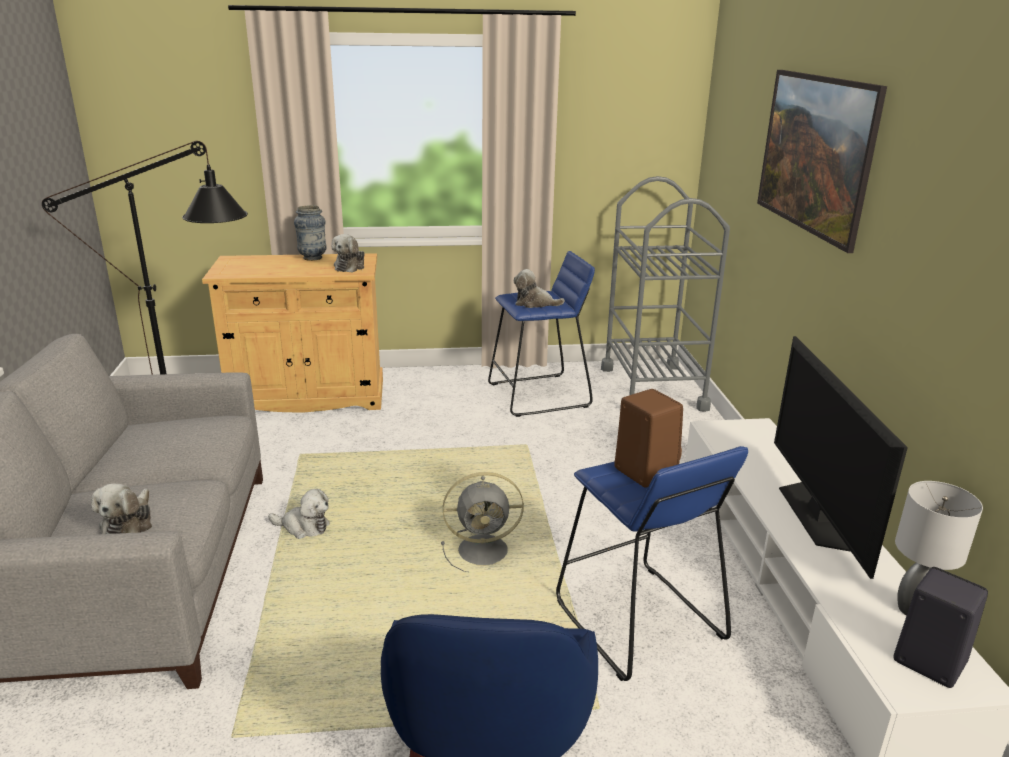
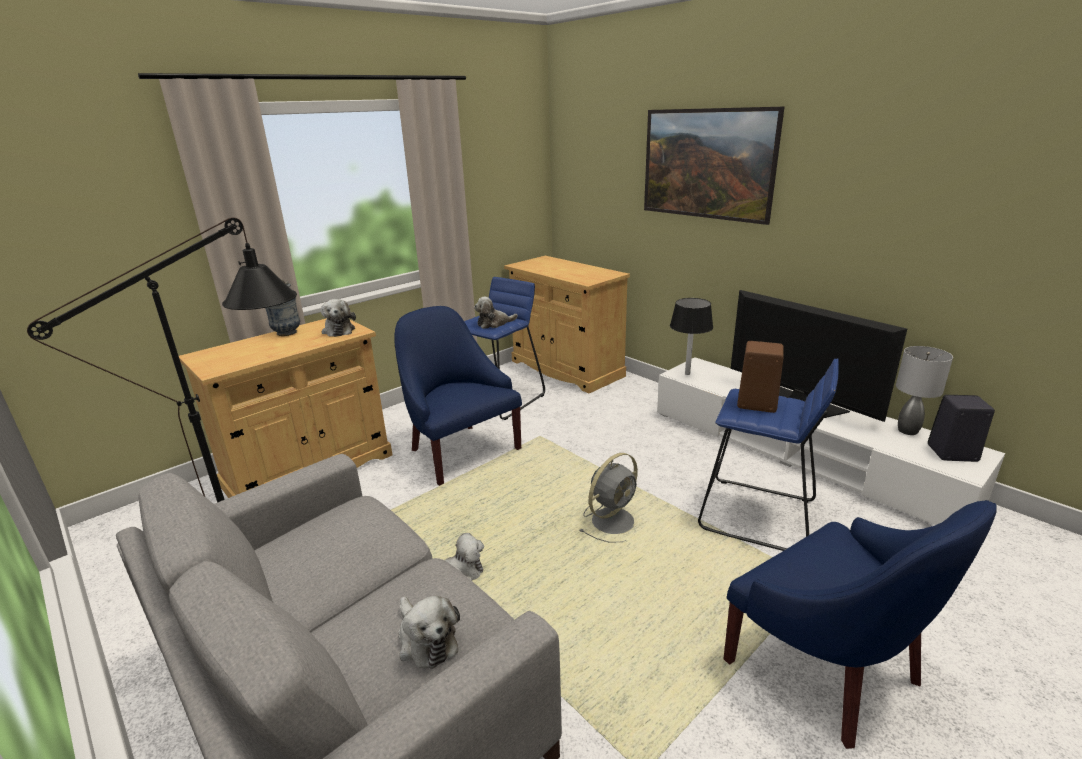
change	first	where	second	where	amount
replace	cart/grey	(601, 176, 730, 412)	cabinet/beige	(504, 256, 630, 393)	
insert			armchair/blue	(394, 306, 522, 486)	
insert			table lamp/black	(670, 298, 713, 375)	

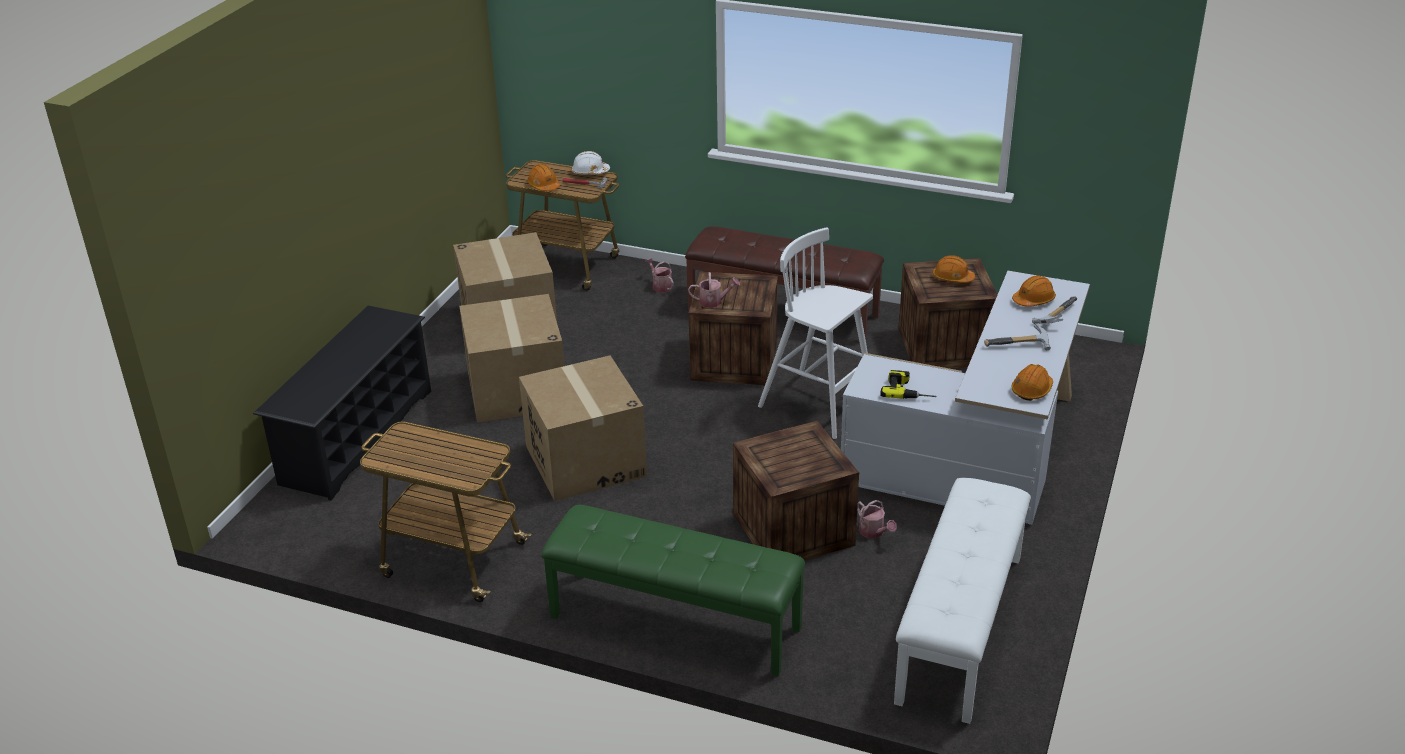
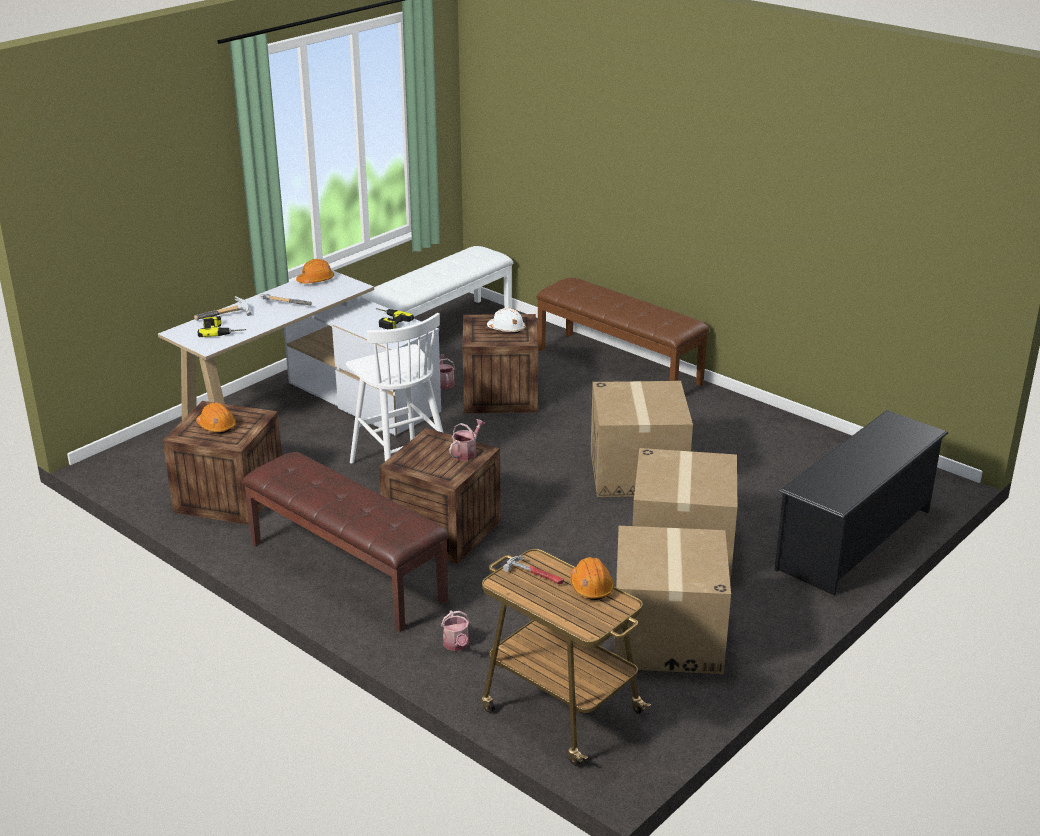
change	first	where	second	where	amount
delete	cart	(360, 421, 532, 602)			
recolor	bench/green	(541, 505, 805, 677)	bench/brown	(536, 278, 710, 386)	
move	hard hat/white	(571, 151, 610, 175)		(487, 308, 525, 333)	
rotate	watering can	(688, 272, 740, 308)		(449, 419, 486, 461)	105 degrees clockwise
replace	hard hat/orange	(1012, 275, 1056, 307)	power drill	(198, 316, 247, 337)	

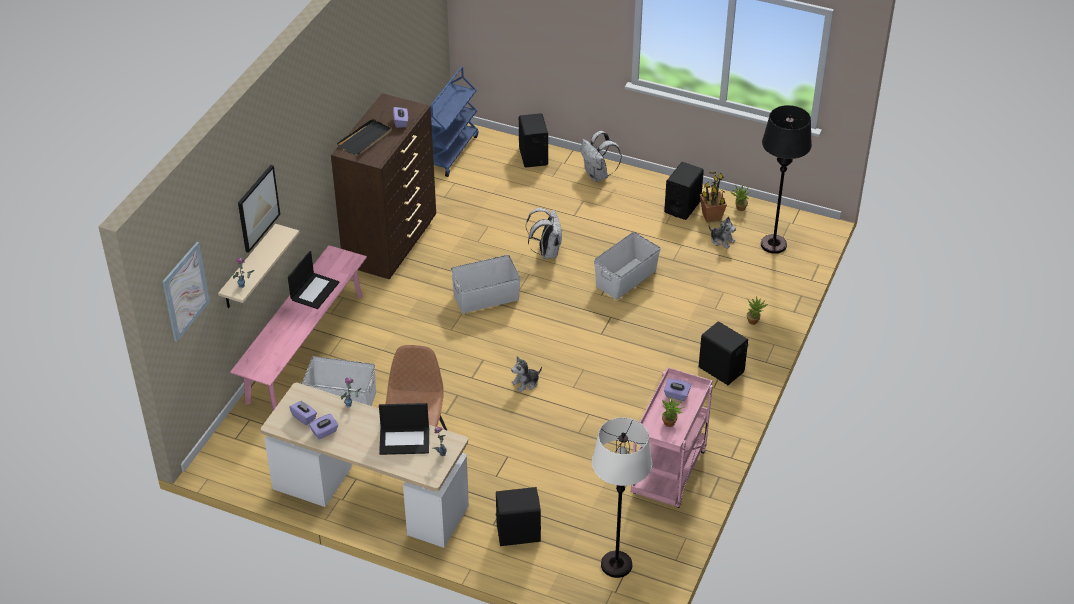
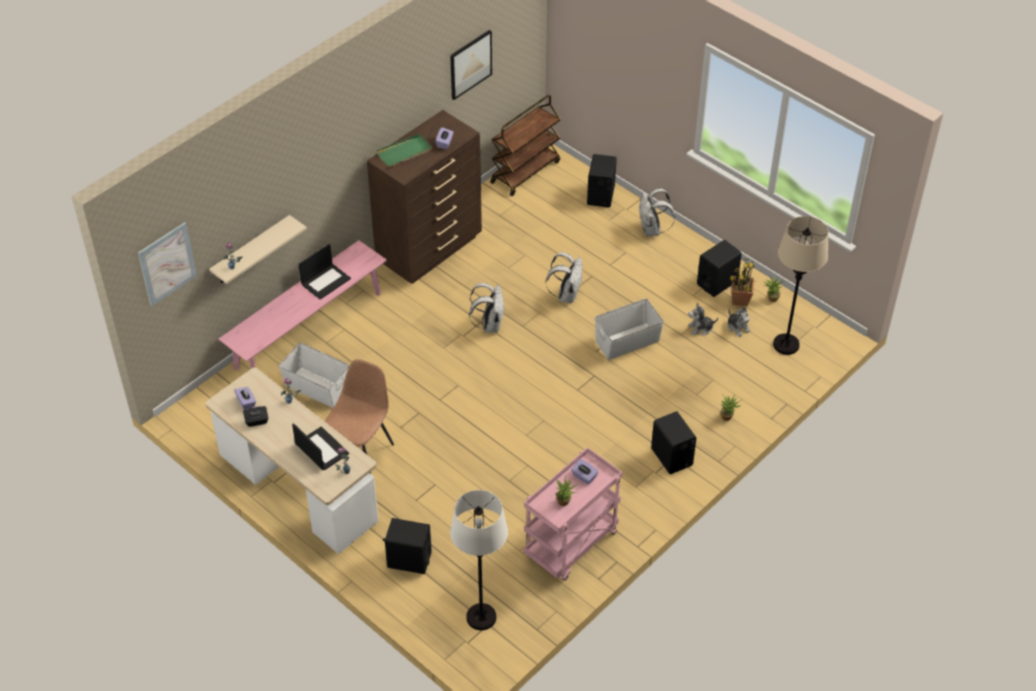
change	first	where	second	where	amount
move	picture	(238, 165, 280, 253)		(450, 30, 492, 100)	
recolor	tissue box/purple	(309, 414, 338, 439)	tissue box/black	(243, 406, 268, 427)	
recolor	tray/black	(337, 119, 392, 155)	tray/green	(376, 134, 432, 167)	
rotate	laptop	(379, 403, 429, 455)		(292, 423, 349, 471)	150 degrees counterclockwise
recolor	cart/blue	(431, 67, 478, 177)	cart/brown	(490, 95, 561, 196)	
replace	storage box/white	(451, 255, 520, 313)	backpack/white	(469, 283, 505, 333)	
move	plush toy	(511, 356, 542, 392)		(688, 302, 718, 336)	
recolor	floor lamp/black	(761, 105, 812, 254)	floor lamp/beige	(773, 216, 828, 355)	

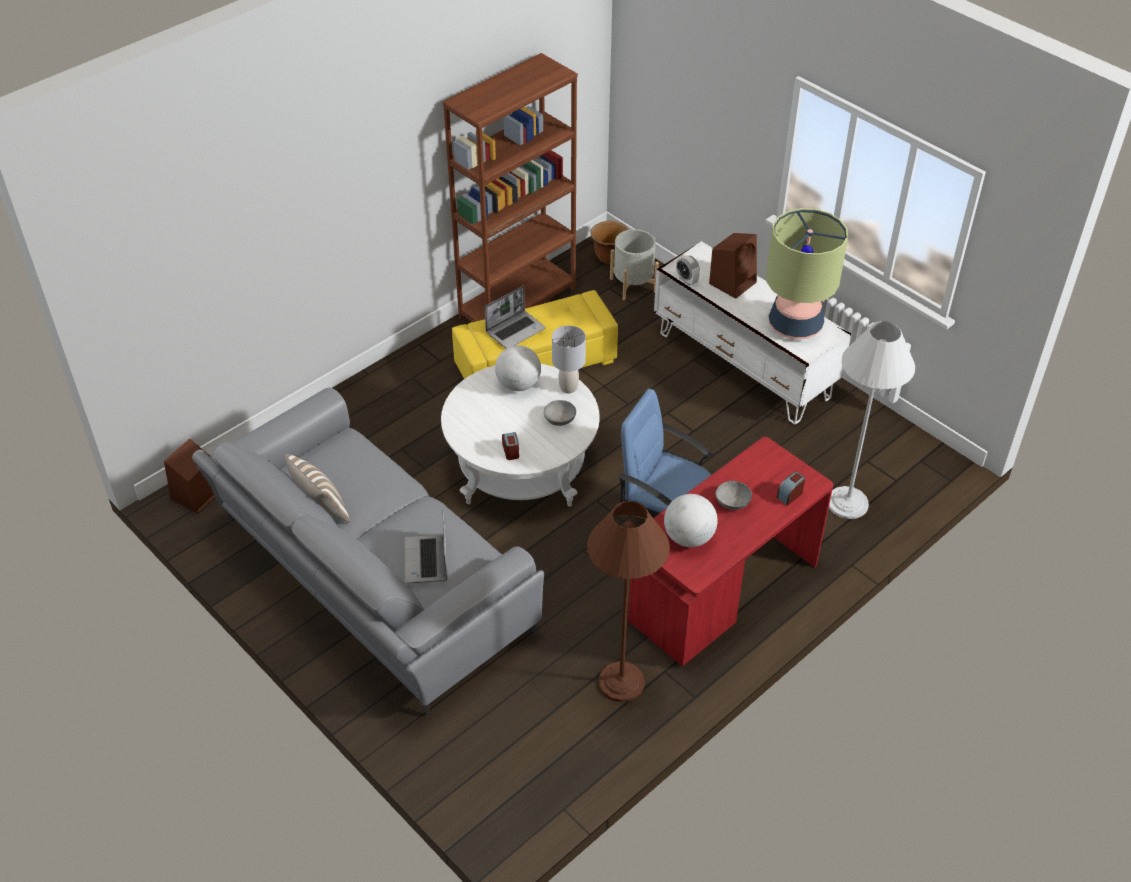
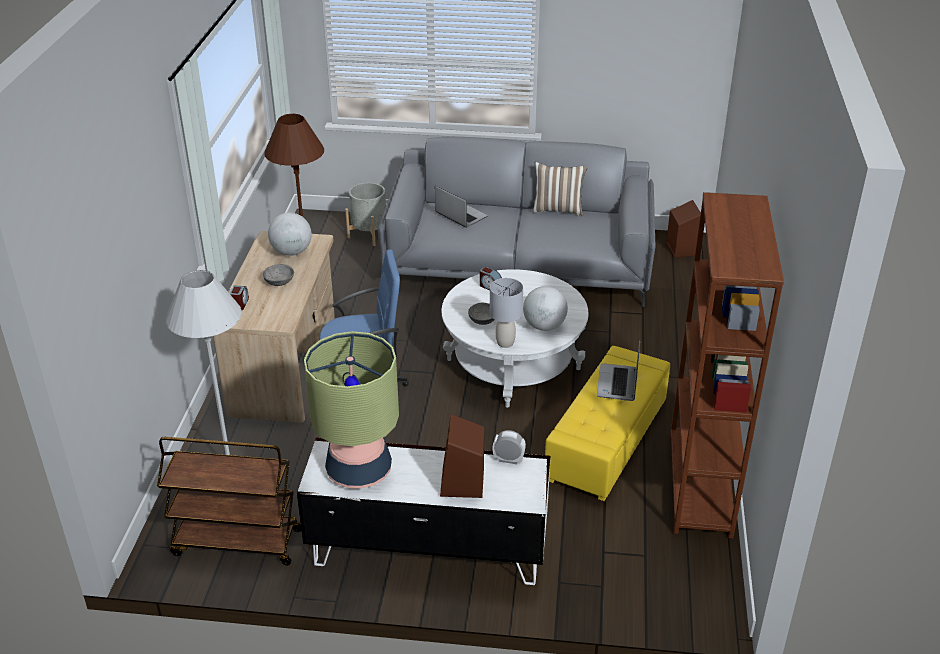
change	first	where	second	where	amount
delete	planter/brown	(590, 221, 629, 264)			
move	planter/grey	(610, 229, 659, 300)		(345, 182, 386, 246)	
recolor	desk/red	(628, 437, 834, 667)	desk/beige	(213, 231, 335, 423)	
insert			cart/brown	(157, 437, 301, 565)	

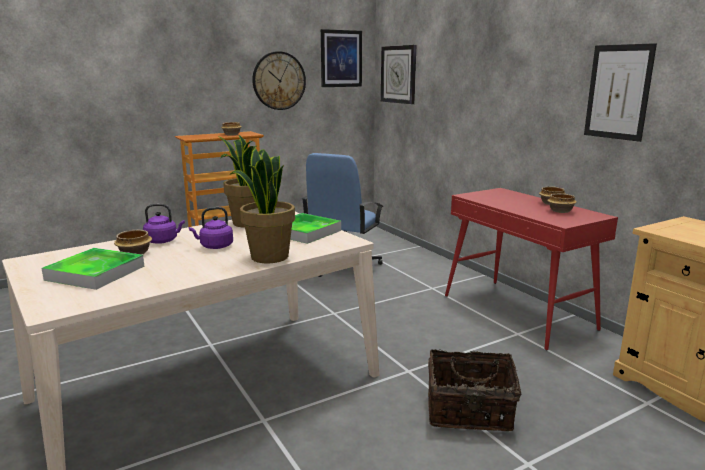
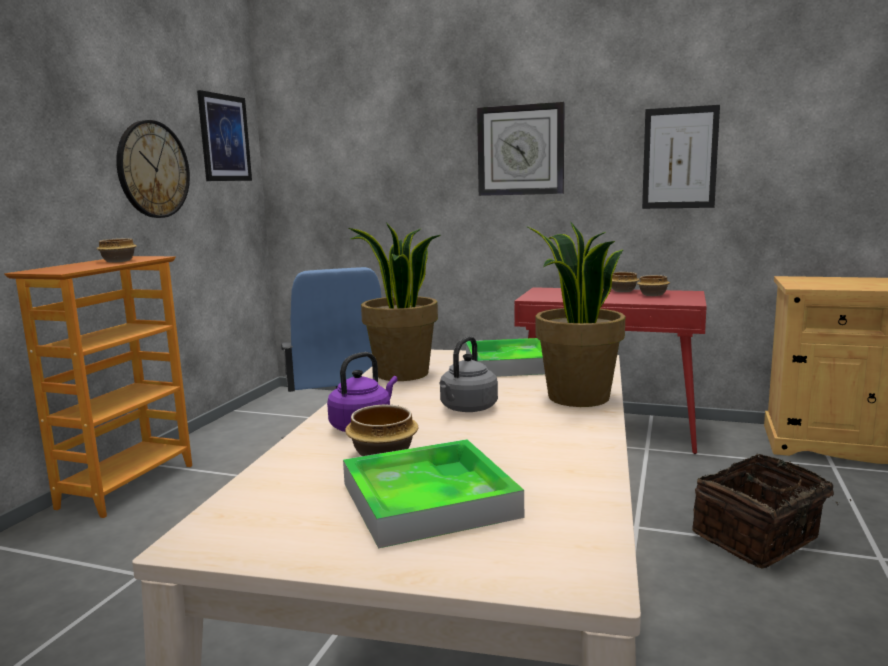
change	first	where	second	where	amount
recolor	kettle/purple	(189, 207, 233, 249)	kettle/grey	(440, 336, 498, 412)	
move	wall clock	(381, 45, 416, 104)		(477, 102, 565, 196)	

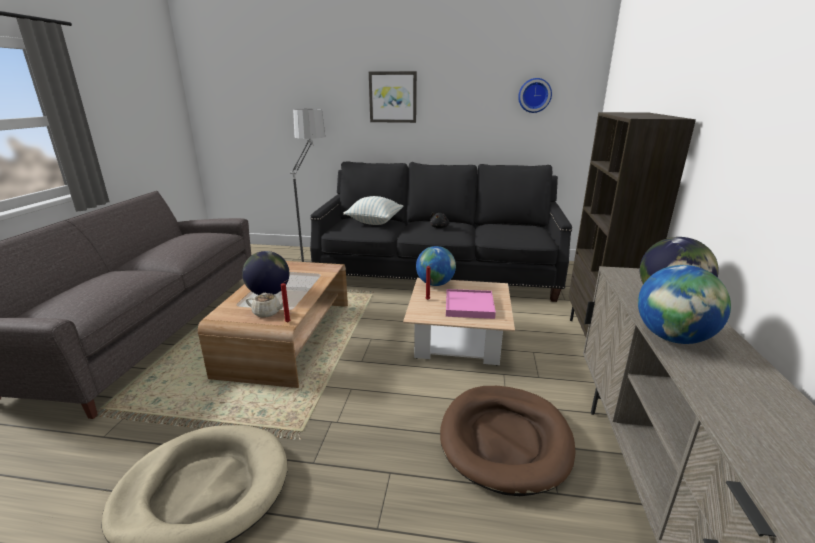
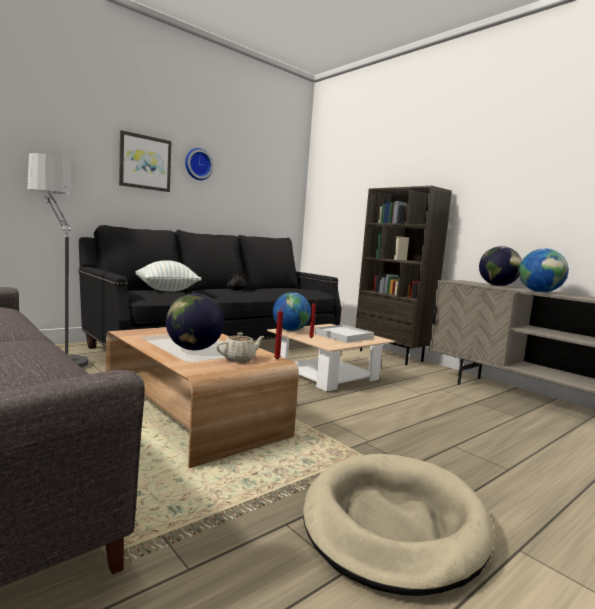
change	first	where	second	where	amount
delete	dog bed/brown	(440, 386, 575, 496)			
recolor	tray/pink	(446, 289, 496, 319)	tray/white	(315, 325, 374, 343)	
move	wall clock	(518, 78, 552, 113)		(185, 148, 213, 180)	

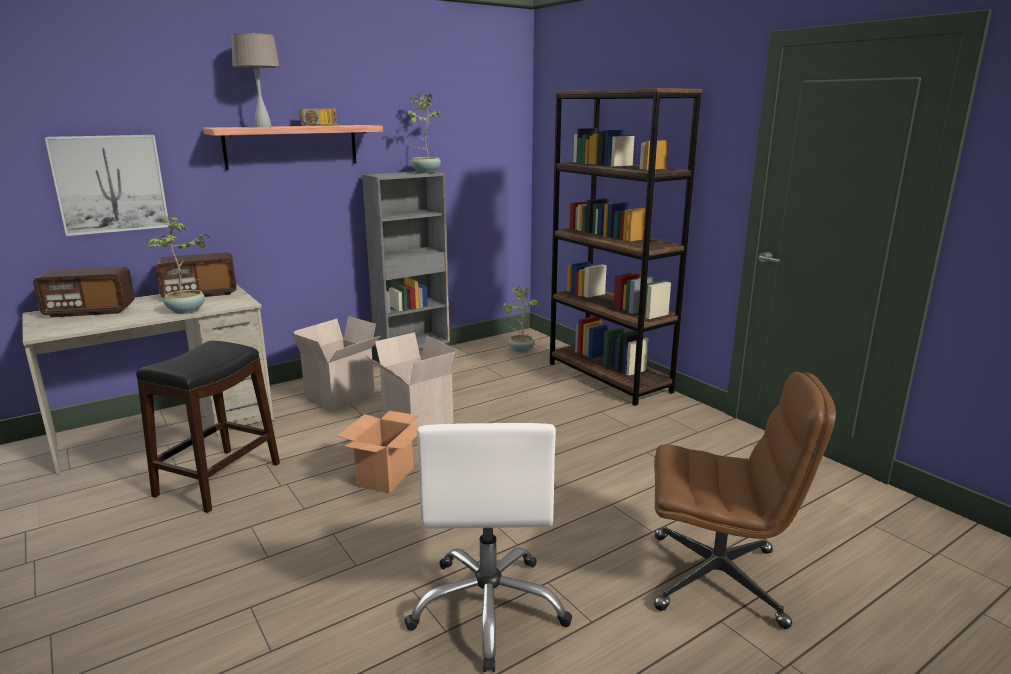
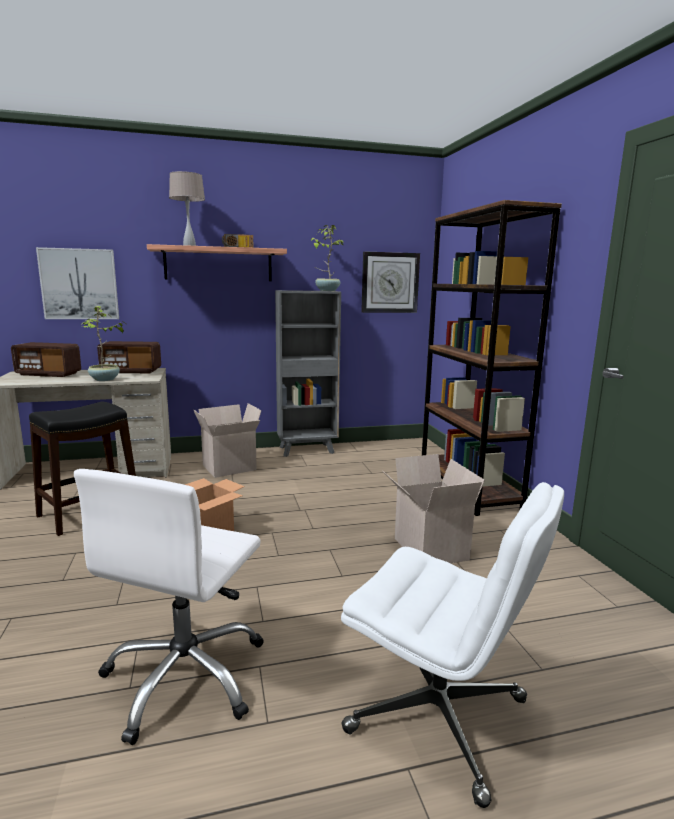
change	first	where	second	where	amount
move	cardboard box	(365, 332, 458, 425)		(383, 454, 485, 563)	
delete	potted plant	(503, 286, 538, 353)			
recolor	office chair/brown	(654, 371, 836, 629)	office chair/white	(341, 482, 564, 808)	
insert			wall clock	(361, 251, 420, 313)	

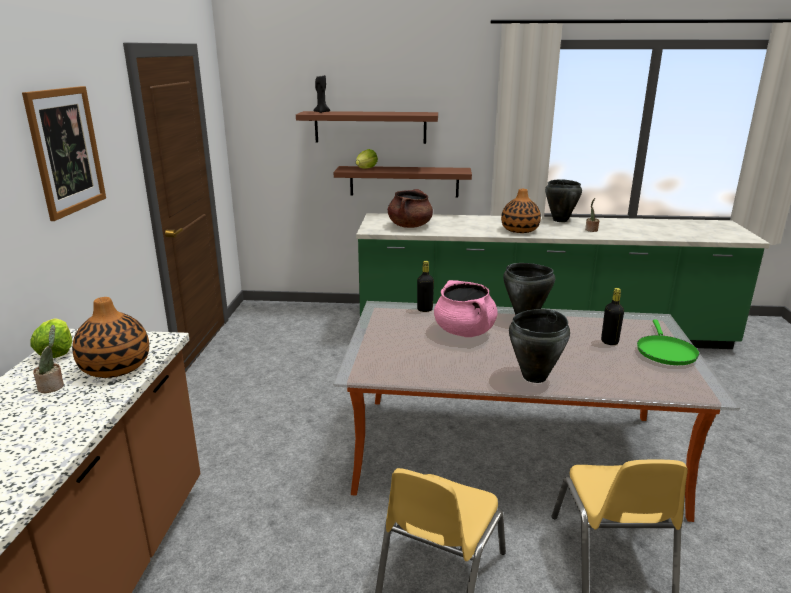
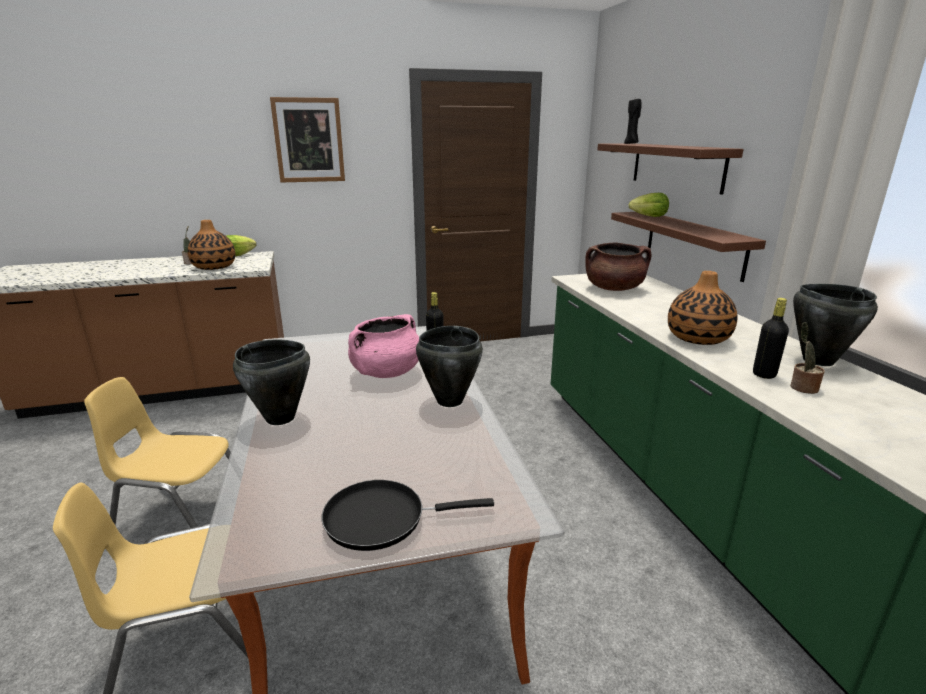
change	first	where	second	where	amount
move	bottle/black	(601, 288, 624, 345)		(753, 298, 789, 379)	
recolor	frying pan/green	(637, 319, 700, 365)	frying pan/black	(321, 480, 494, 551)	

